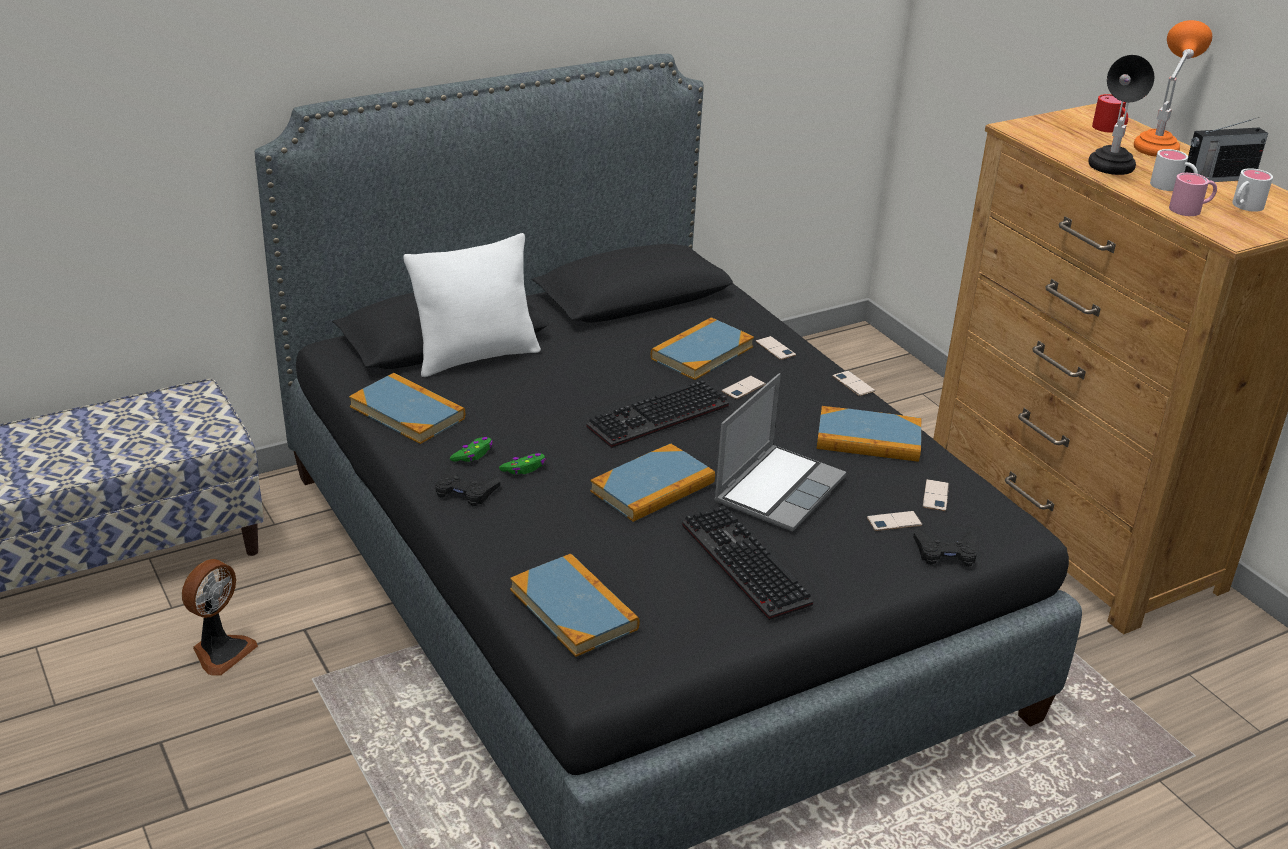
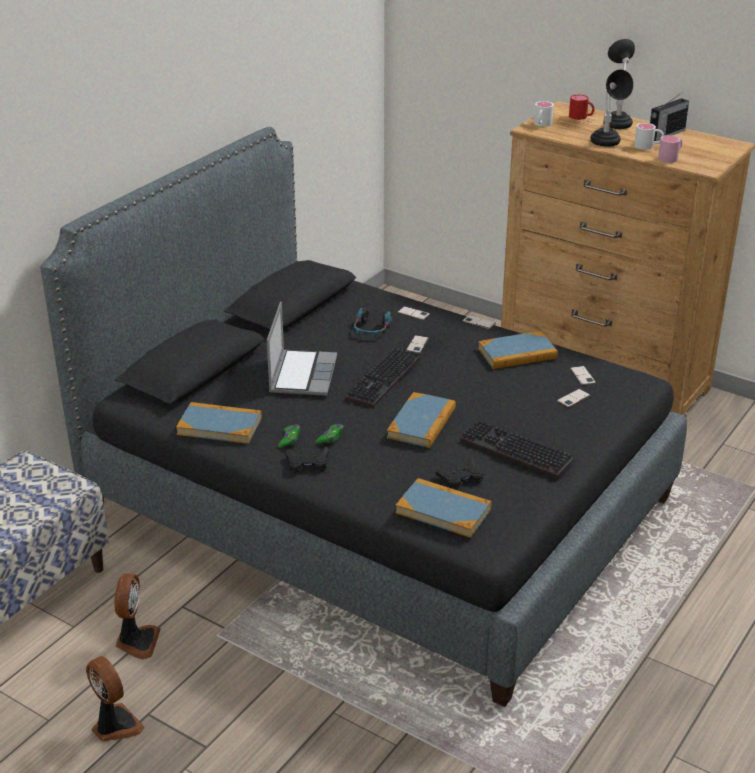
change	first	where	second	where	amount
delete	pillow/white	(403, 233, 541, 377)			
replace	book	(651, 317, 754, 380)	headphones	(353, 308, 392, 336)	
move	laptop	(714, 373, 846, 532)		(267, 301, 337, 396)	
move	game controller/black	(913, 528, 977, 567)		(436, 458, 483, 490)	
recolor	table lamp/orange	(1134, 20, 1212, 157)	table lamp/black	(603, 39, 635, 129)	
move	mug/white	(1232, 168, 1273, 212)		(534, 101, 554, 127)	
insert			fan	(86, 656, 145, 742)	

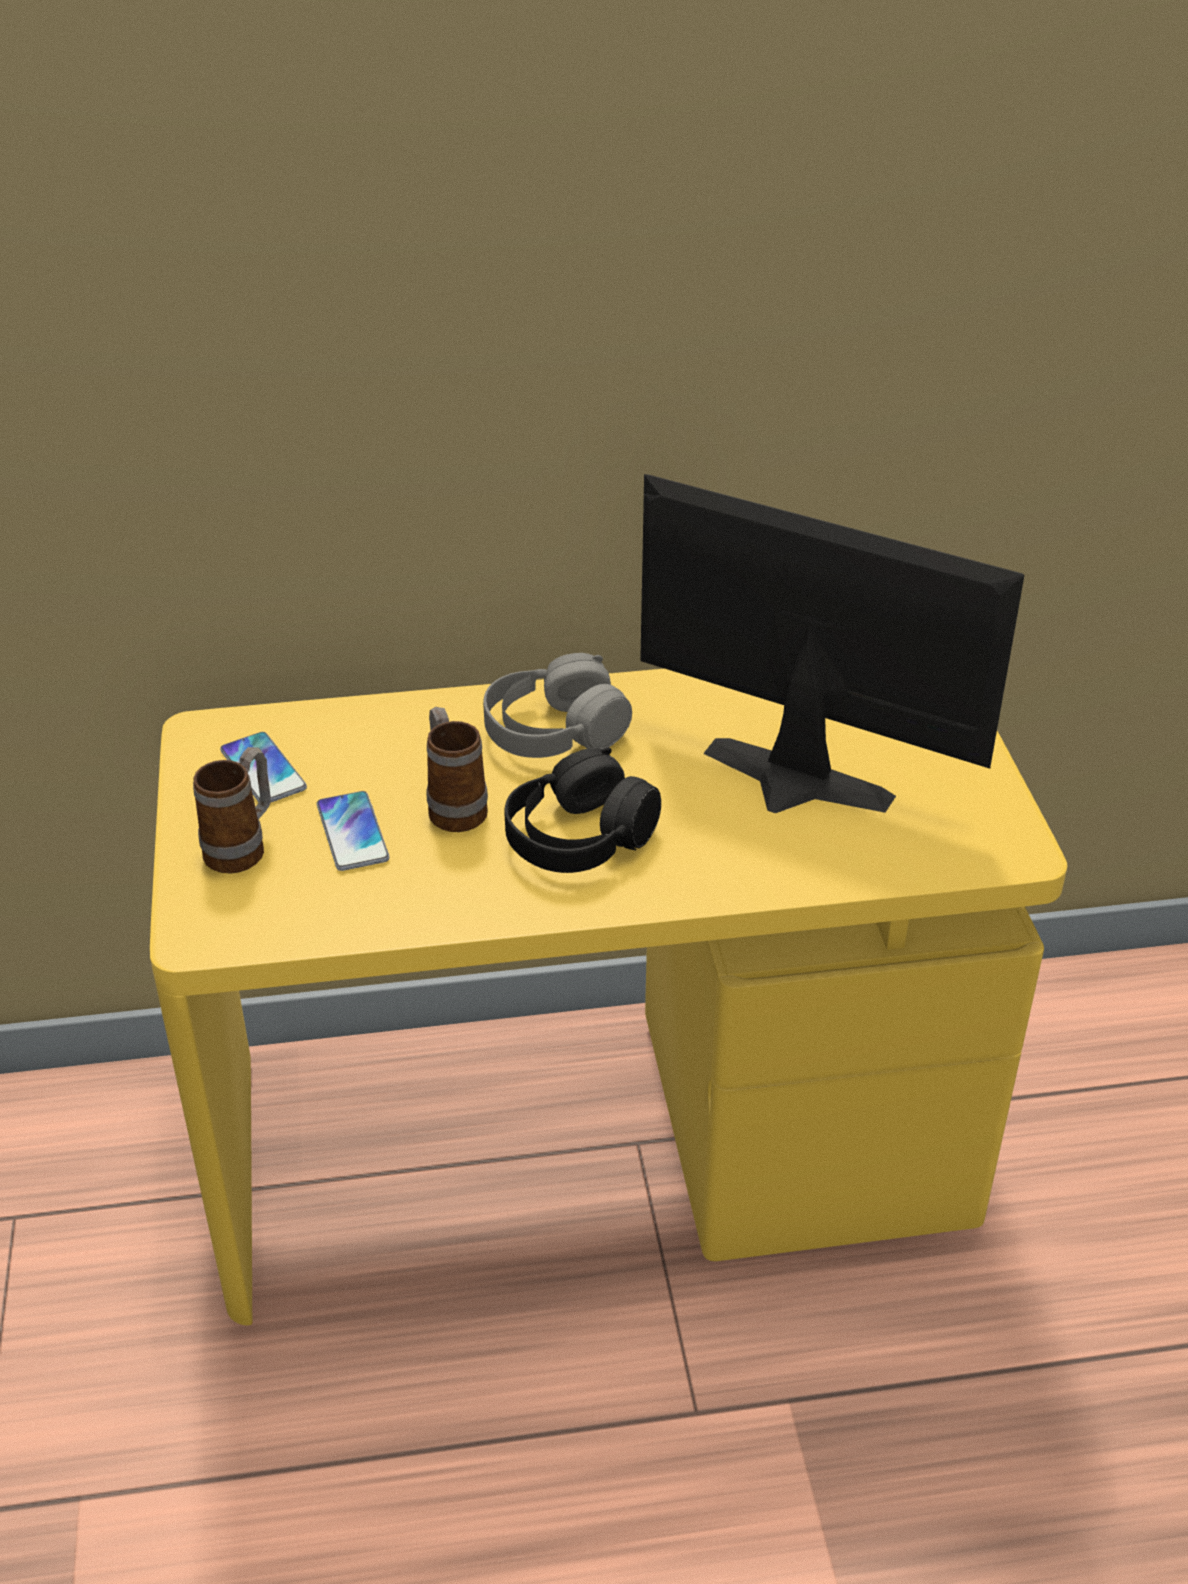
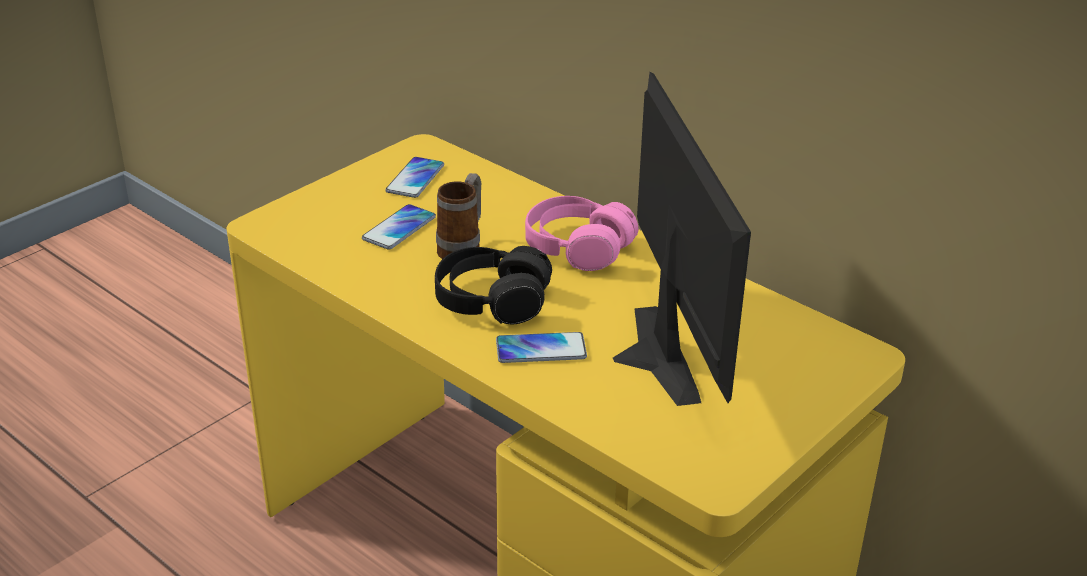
change	first	where	second	where	amount
delete	mug	(193, 747, 271, 874)			
recolor	headphones/grey	(483, 653, 632, 758)	headphones/pink	(525, 196, 638, 271)	
insert			phone	(496, 332, 587, 363)	

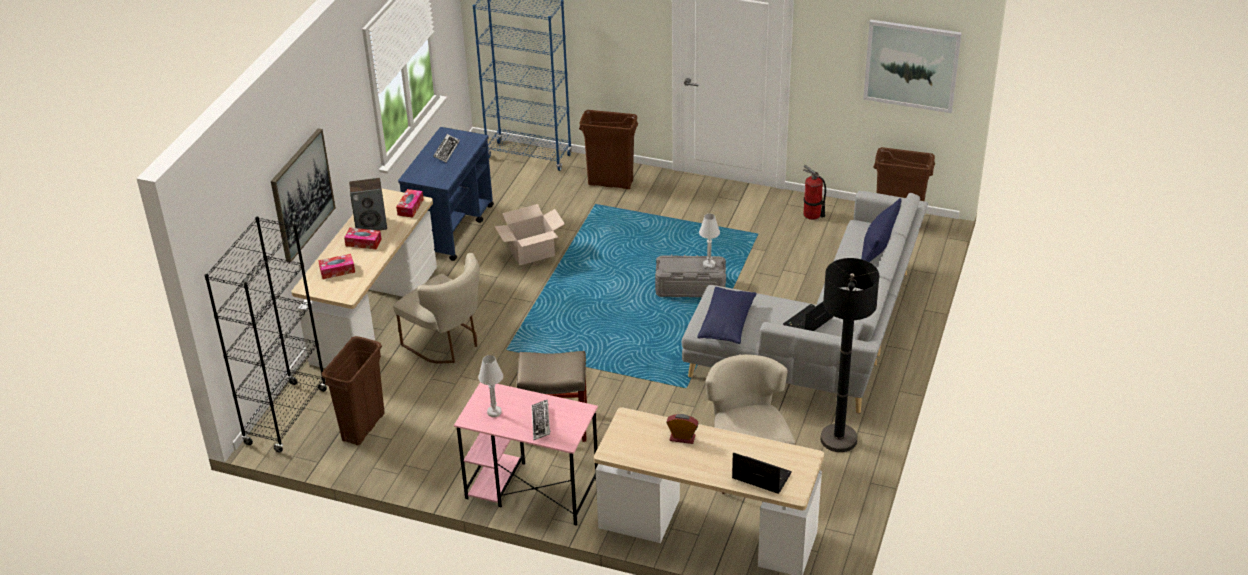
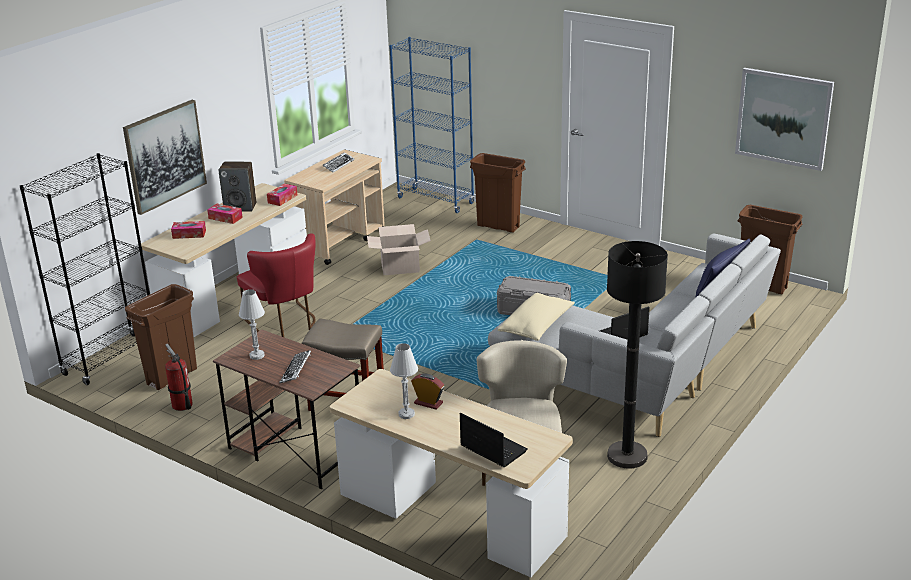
change	first	where	second	where	amount
recolor	chair/beige	(393, 253, 480, 364)	chair/red	(237, 233, 316, 337)	
recolor	cart/blue	(398, 127, 494, 261)	cart/beige	(284, 150, 385, 265)	
recolor	desk/pink	(454, 382, 598, 526)	desk/brown	(213, 330, 360, 489)	
recolor	pillow/blue	(698, 287, 757, 344)	pillow/beige	(498, 293, 575, 341)	
move	table lamp/white	(699, 214, 720, 269)		(390, 343, 418, 419)	
move	fire extinguisher	(803, 165, 826, 220)		(165, 344, 193, 411)	

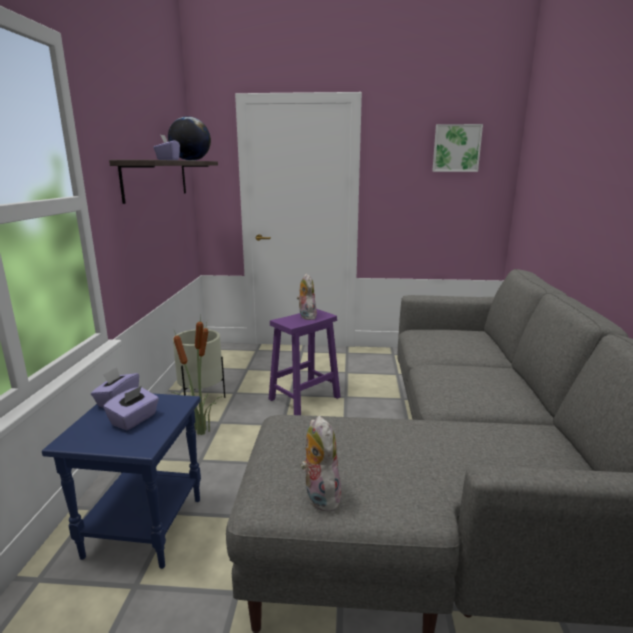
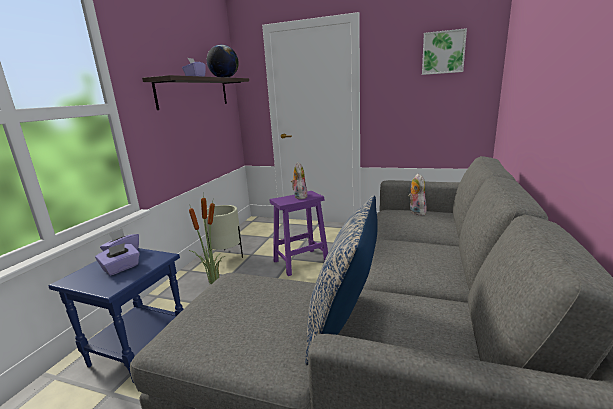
change	first	where	second	where	amount
move	plush toy	(300, 416, 341, 511)		(408, 173, 427, 215)	
insert			pillow	(305, 195, 378, 365)	

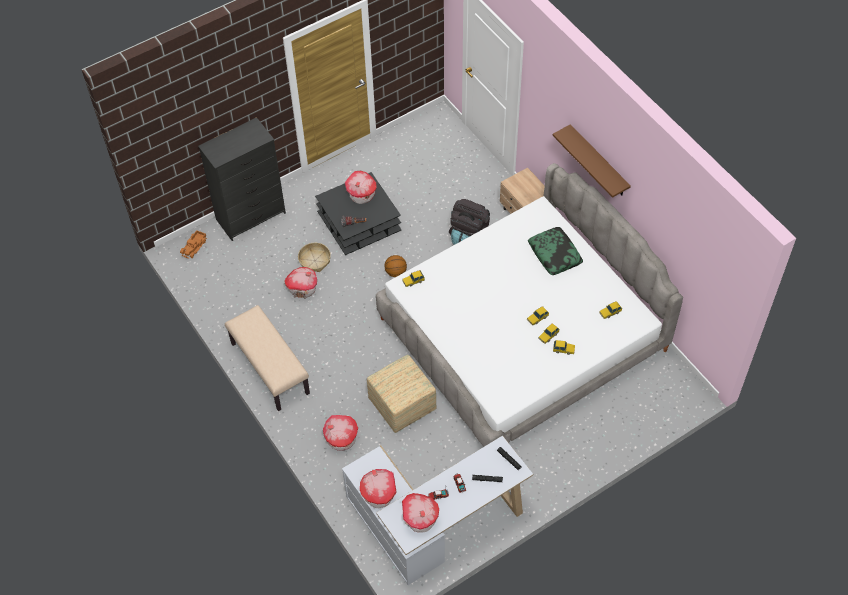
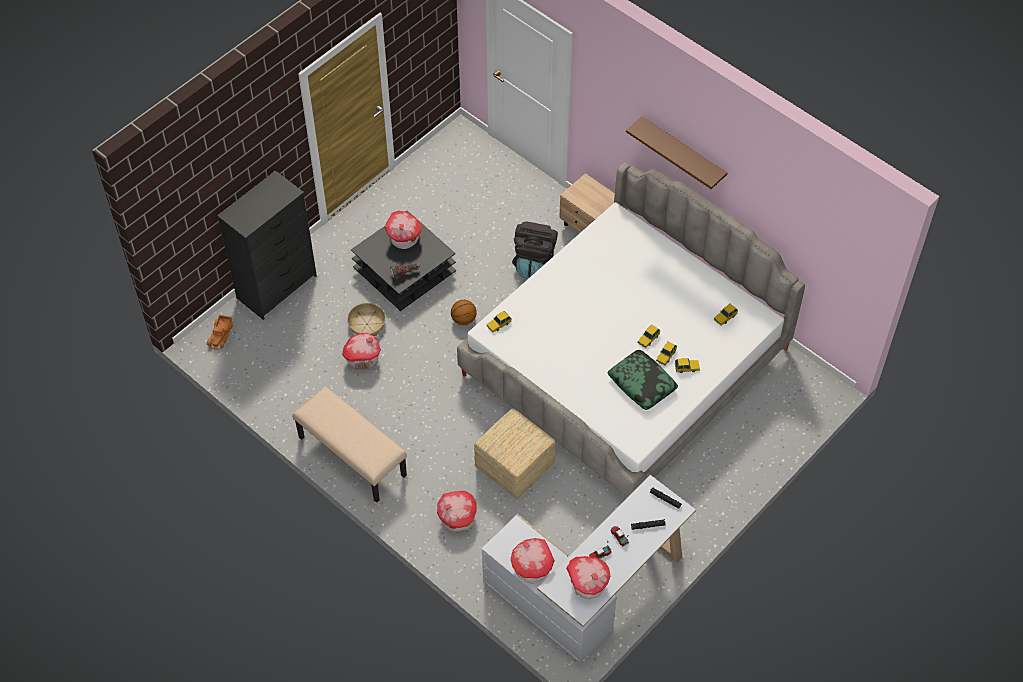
change	first	where	second	where	amount
move	pillow	(528, 227, 583, 275)		(608, 350, 678, 410)	

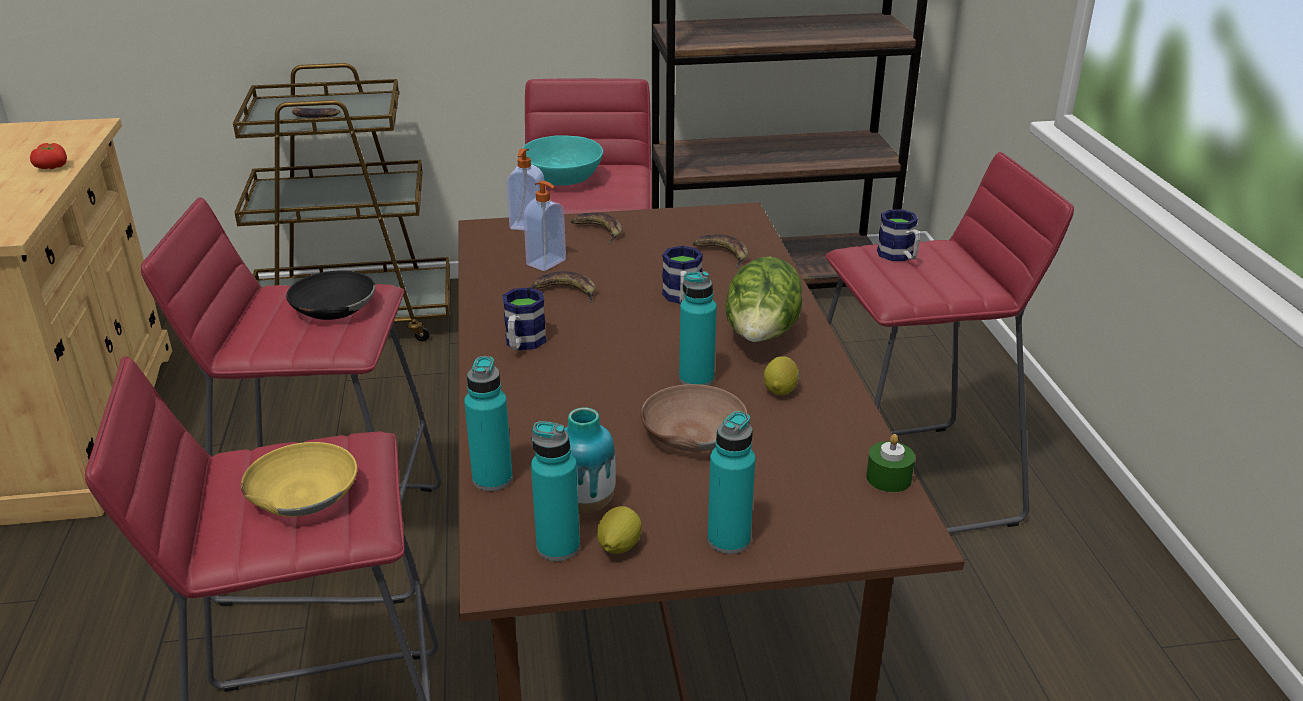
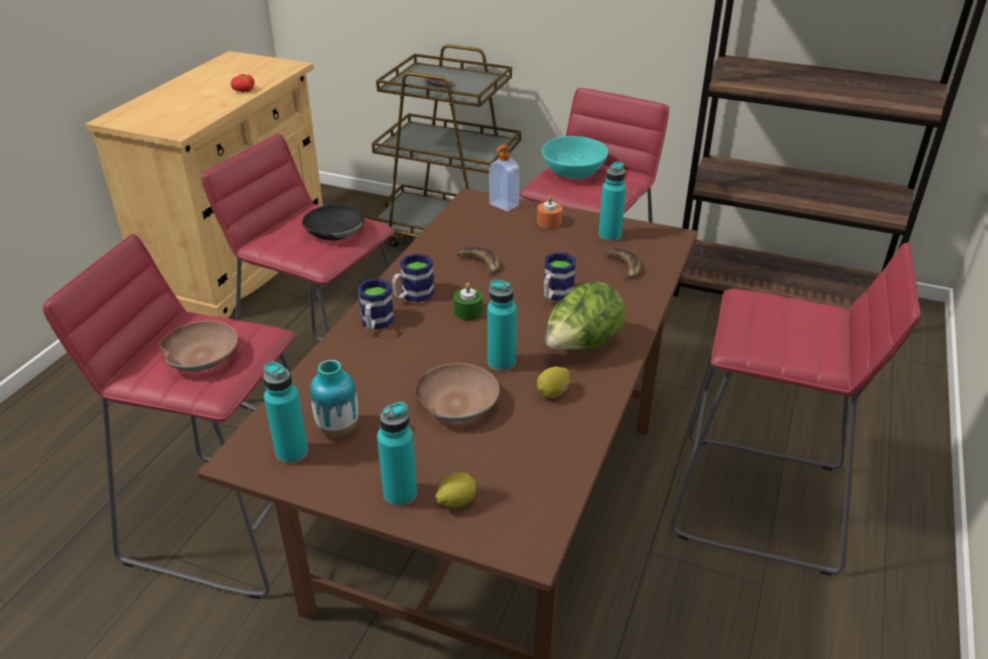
change	first	where	second	where	amount
recolor	bowl/yellow	(241, 442, 357, 517)	bowl/brown	(159, 321, 238, 371)	
move	bottle/turquoise	(464, 356, 513, 491)		(599, 162, 626, 241)	
delete	soap dispenser	(523, 181, 566, 271)			
replace	banana	(571, 213, 622, 244)	candle/orange	(537, 195, 562, 228)	
move	lemon	(597, 506, 641, 554)		(435, 472, 476, 508)	
move	candle/green	(866, 434, 915, 492)		(453, 282, 483, 320)	
move	mug	(877, 210, 920, 261)		(357, 278, 394, 331)	

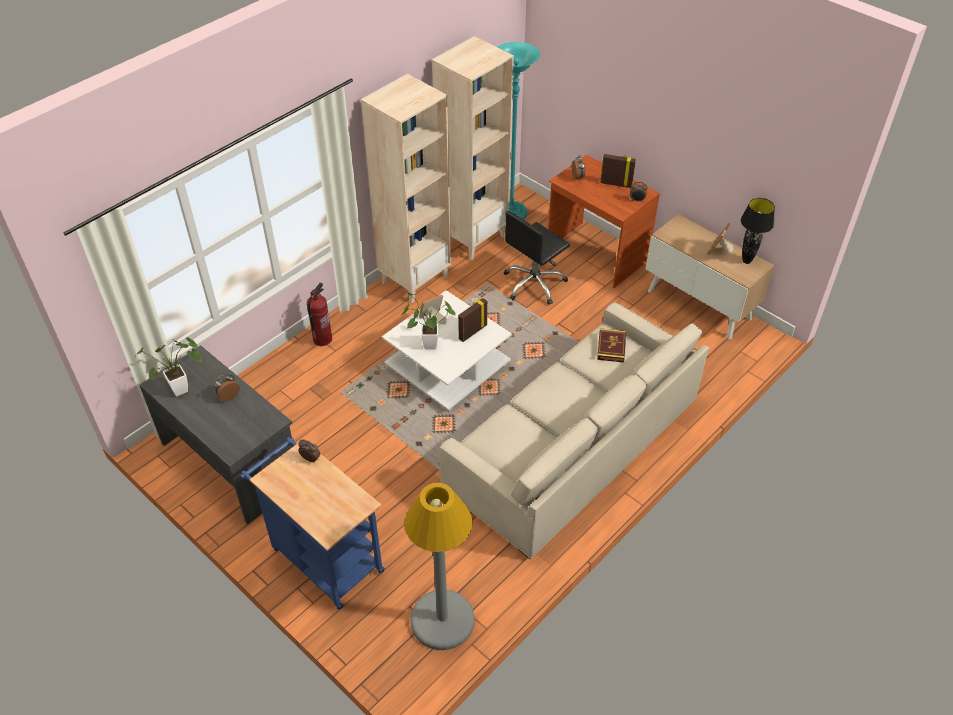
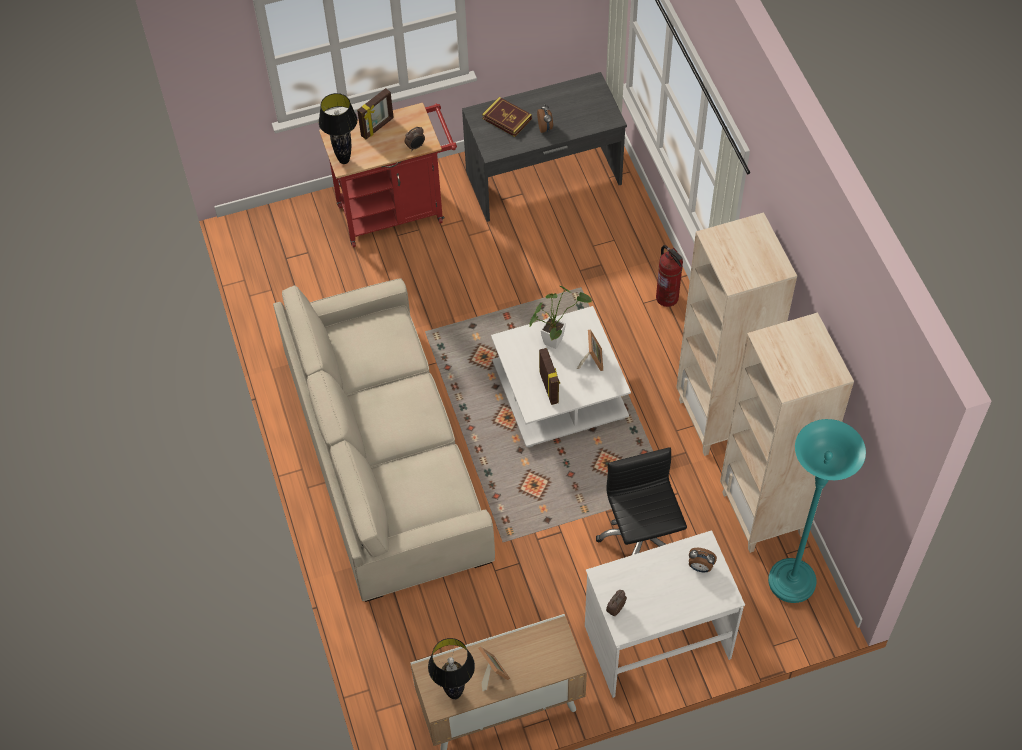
change	first	where	second	where	amount
delete	potted plant	(135, 337, 202, 396)			
recolor	cart/blue	(241, 437, 385, 610)	cart/red	(319, 103, 457, 247)	
delete	floor lamp/grey	(405, 483, 475, 650)			
recolor	desk/brown	(548, 155, 660, 288)	desk/white	(585, 530, 745, 698)	
move	book	(597, 328, 626, 362)		(482, 97, 532, 137)	
move	picture frame	(600, 154, 636, 188)		(357, 88, 394, 139)	
insert			table lamp/black	(319, 93, 357, 164)	

